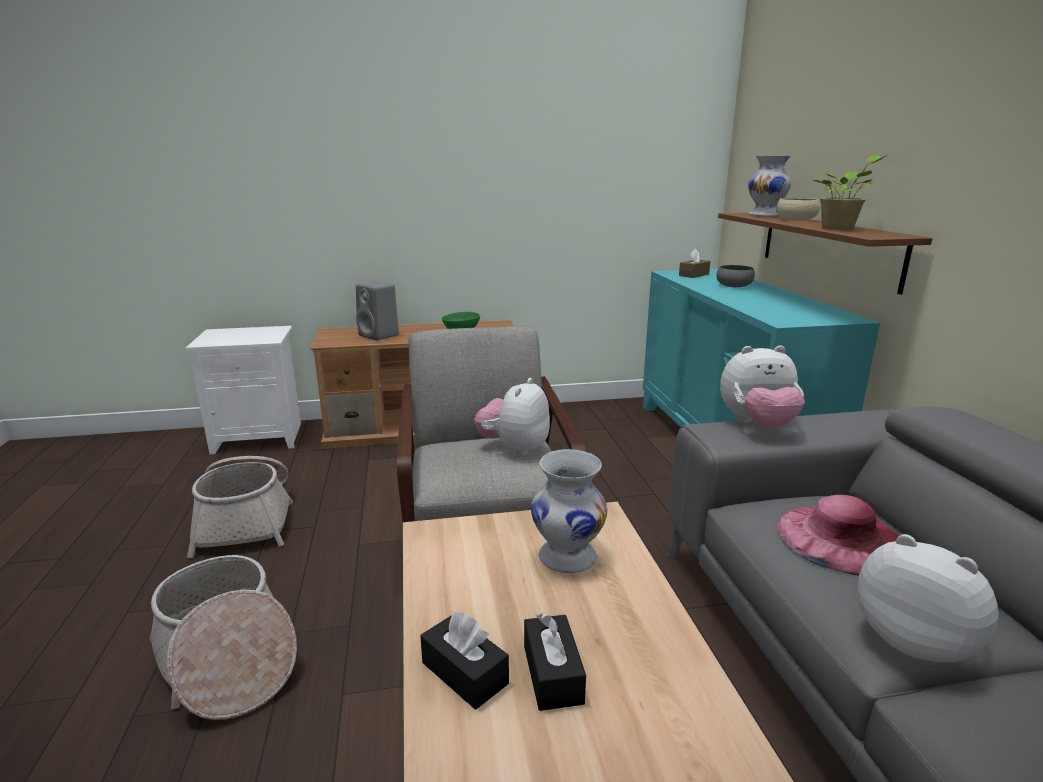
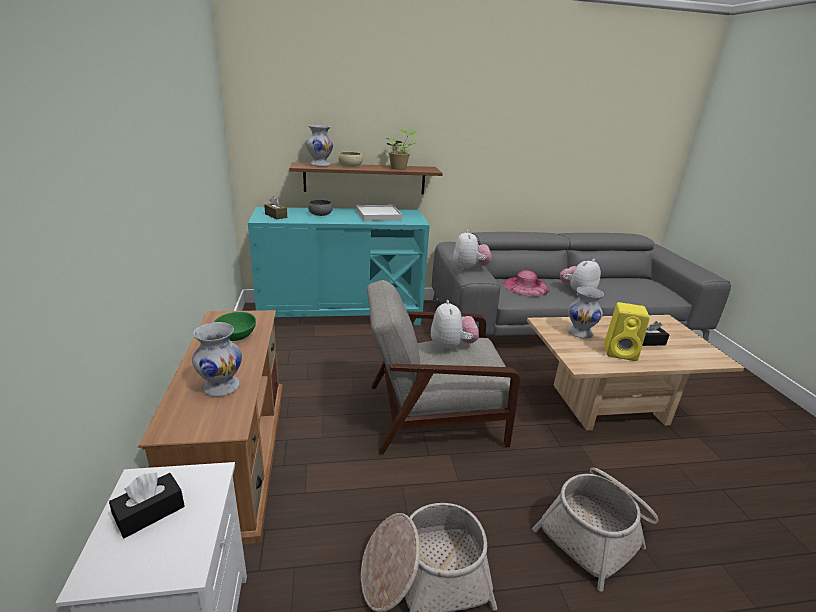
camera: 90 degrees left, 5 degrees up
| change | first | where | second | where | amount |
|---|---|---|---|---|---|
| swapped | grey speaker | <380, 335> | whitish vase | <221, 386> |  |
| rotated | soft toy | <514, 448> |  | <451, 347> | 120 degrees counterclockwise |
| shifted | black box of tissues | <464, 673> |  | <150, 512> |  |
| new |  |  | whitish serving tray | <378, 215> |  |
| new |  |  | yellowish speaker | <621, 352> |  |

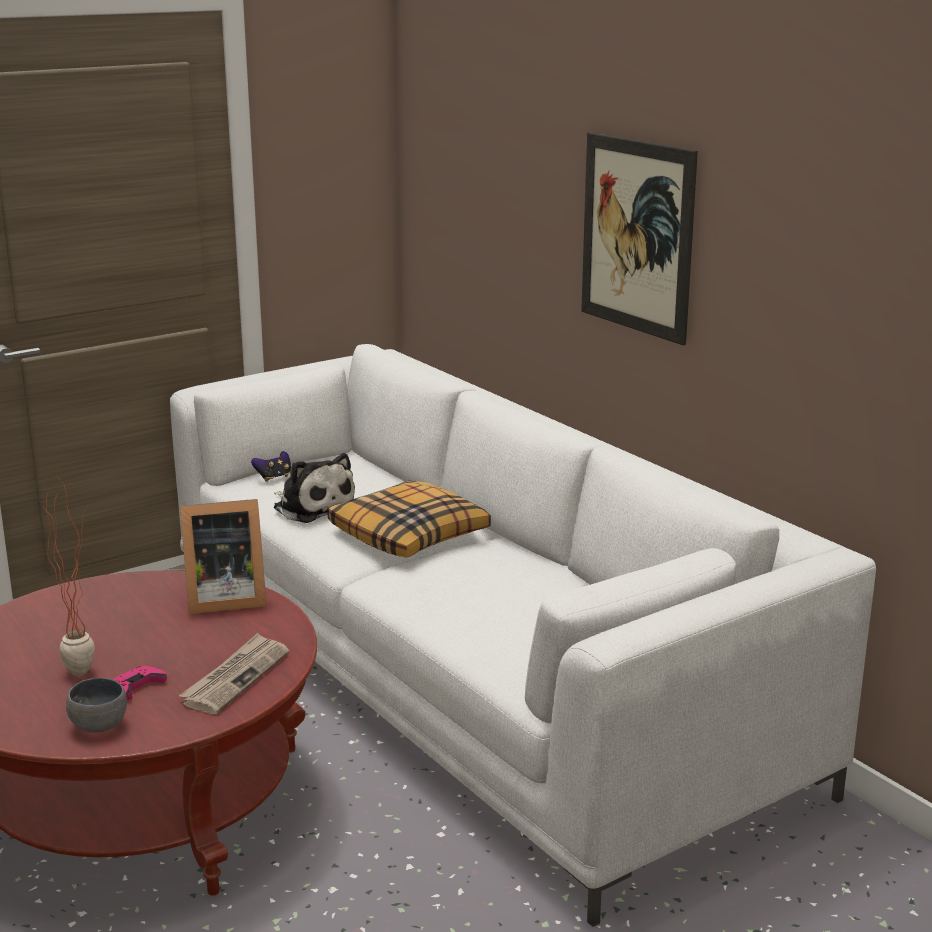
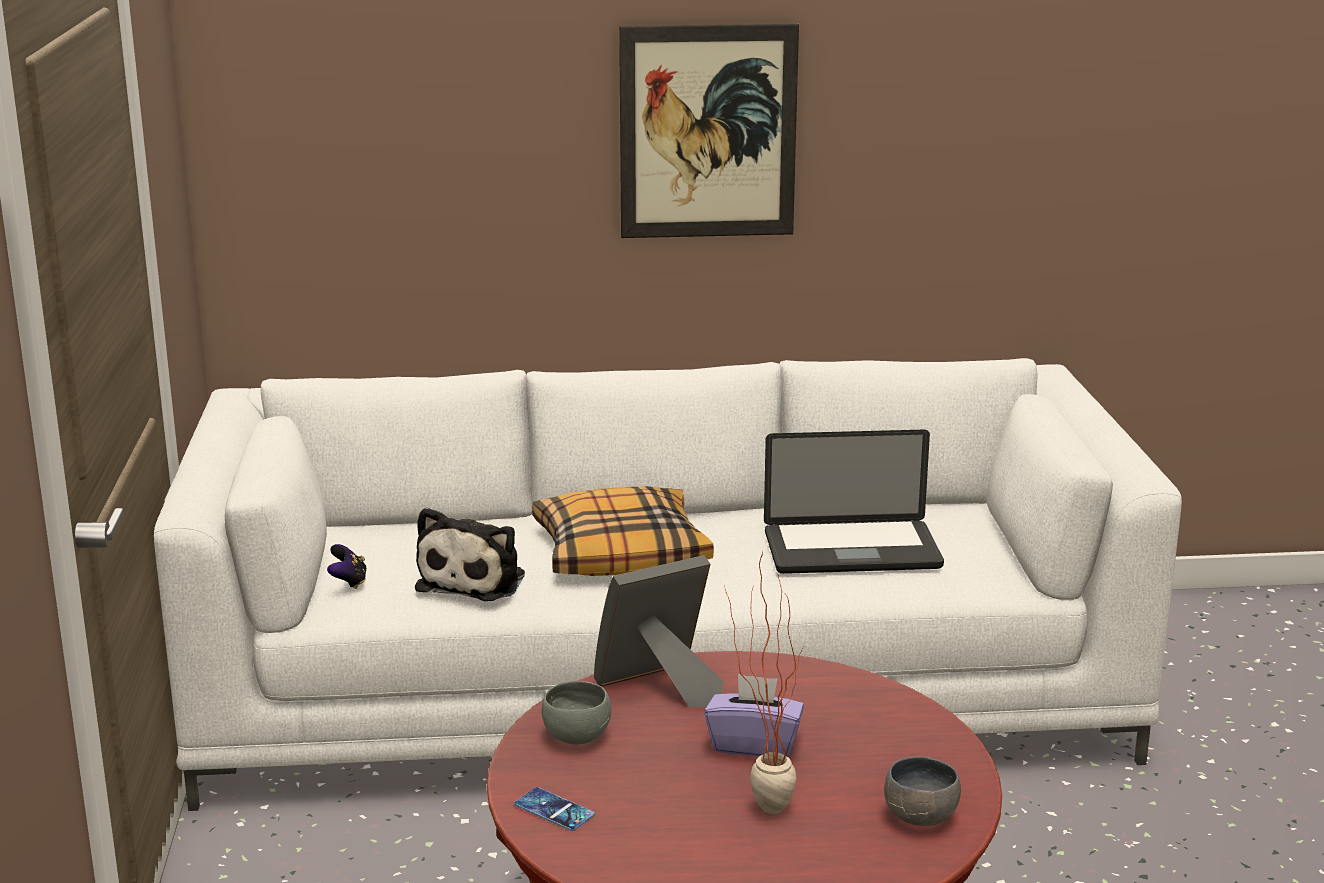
camera: 60 degrees left, 0 degrees up
| change | first | where | second | where | amount |
|---|---|---|---|---|---|
| rotated | soft toy | <312, 506> |  | <475, 580> | 120 degrees clockwise |
| rotated | picture frame | <222, 599> |  | <661, 687> | 135 degrees counterclockwise |
| gone | daily paper | <236, 677> |  |  |  |
| gone | pinkish game controller | <136, 686> |  |  |  |
| new |  |  | laptop | <852, 550> |  |
| new |  |  | purplish box of tissues | <754, 744> |  |
| new |  |  | grey deep dish | <574, 736> |  |
| new |  |  | phone | <554, 810> |  |

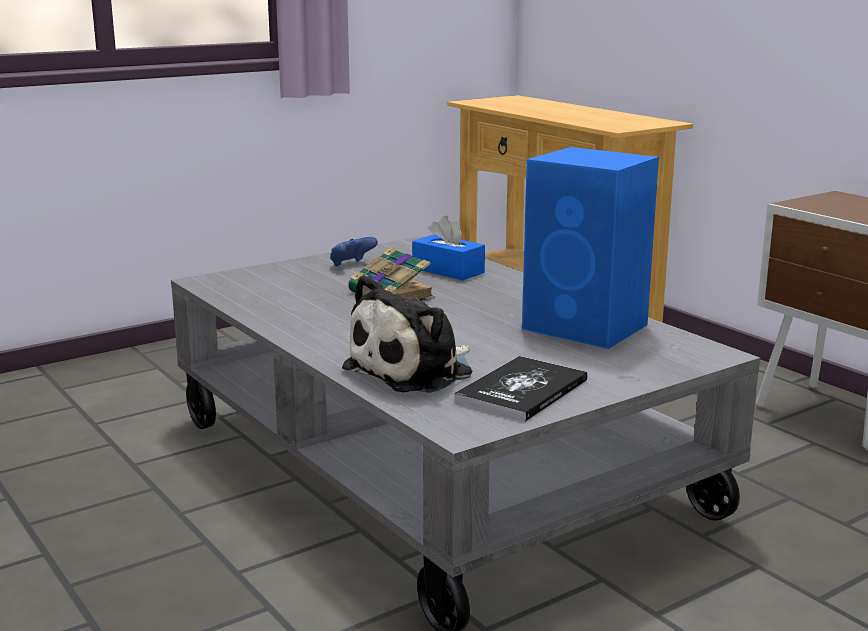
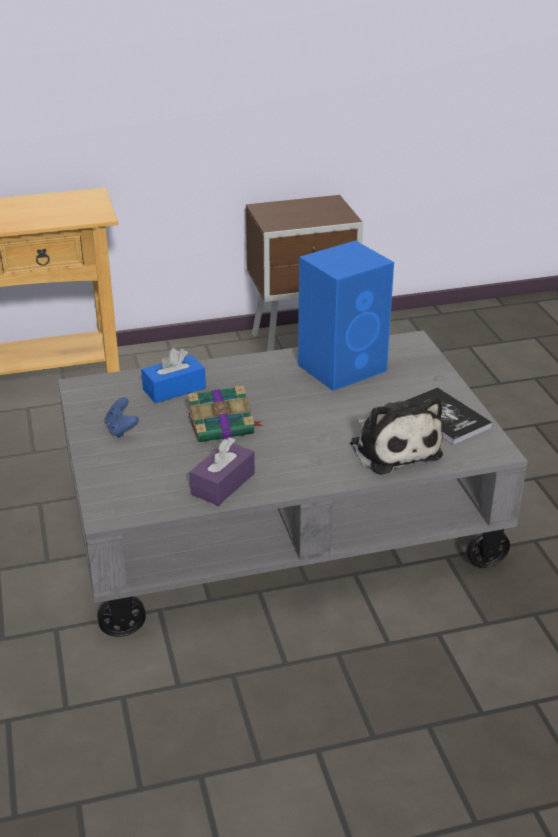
camera: 70 degrees left, 15 degrees up
| change | first | where | second | where | amount |
|---|---|---|---|---|---|
| new |  |  | purplish box of tissues | <223, 484> |  |

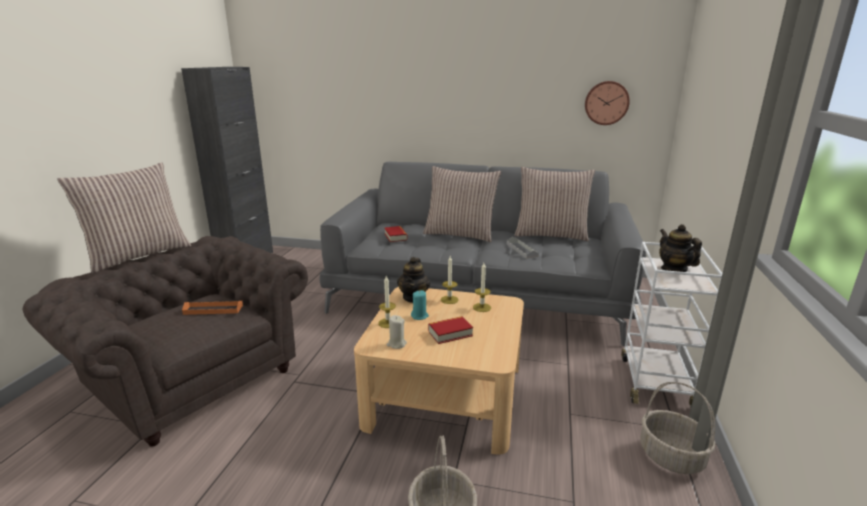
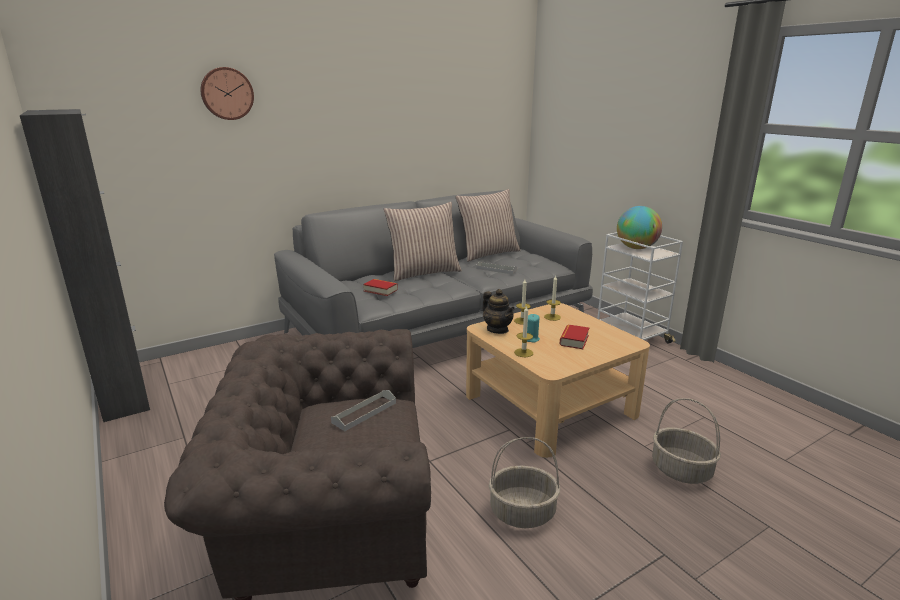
camera: 45 degrees left, 0 degrees up
| change | first | where | second | where | amount |
|---|---|---|---|---|---|
| shifted | wall clock | <606, 103> |  | <227, 93> |  |
| gone | cushion | <138, 255> |  |  |  |
| swapped | pot for tea | <674, 269> | desk globe | <636, 248> |  |
| repainted | orangey serving tray | <213, 310> | grey serving tray | <364, 412> |  |
| gone | beige-coloured wax light | <396, 344> |  |  |  |
| shifted | basket | <670, 456> |  | <522, 513> |  |

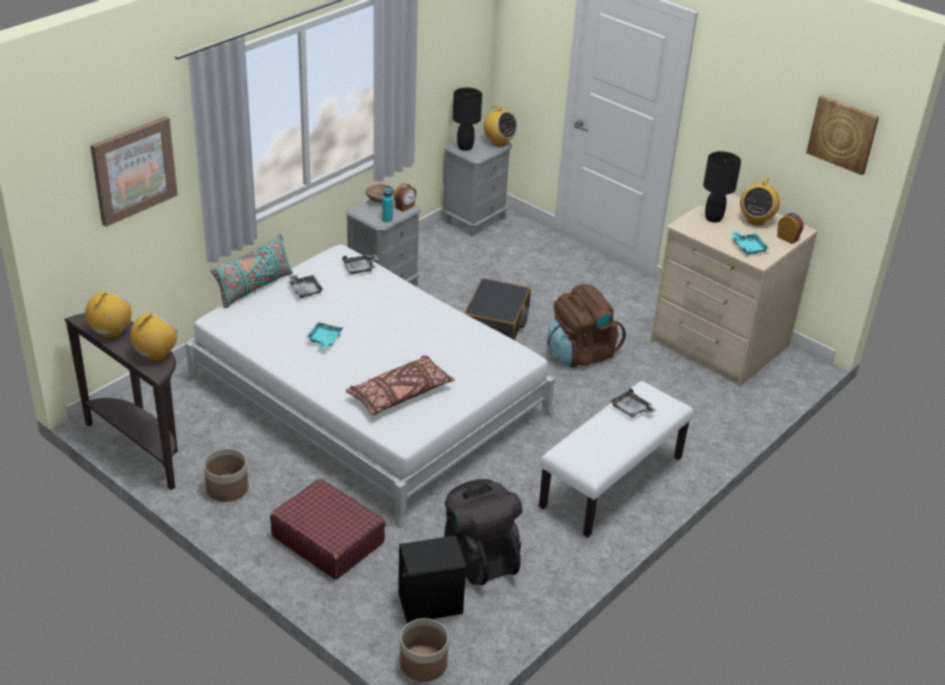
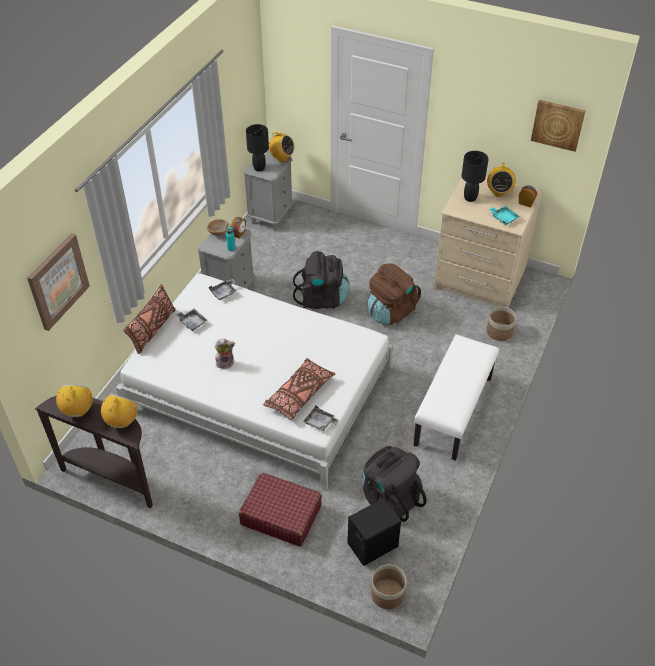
camera: 15 degrees left, 10 degrees up
| change | first | where | second | where | amount |
|---|---|---|---|---|---|
| repainted | blue-green cushion | <254, 288> | brown-coloured cushion | <152, 330> |  |
| swapped | black suitcase | <496, 320> | black rucksack | <322, 299> |  |
| swapped | blue-green serving tray | <324, 340> | soft toy | <225, 362> |  |
| shifted | grey serving tray | <631, 409> |  | <320, 422> |  |
| shifted | planter | <227, 489> |  | <499, 332> |  |

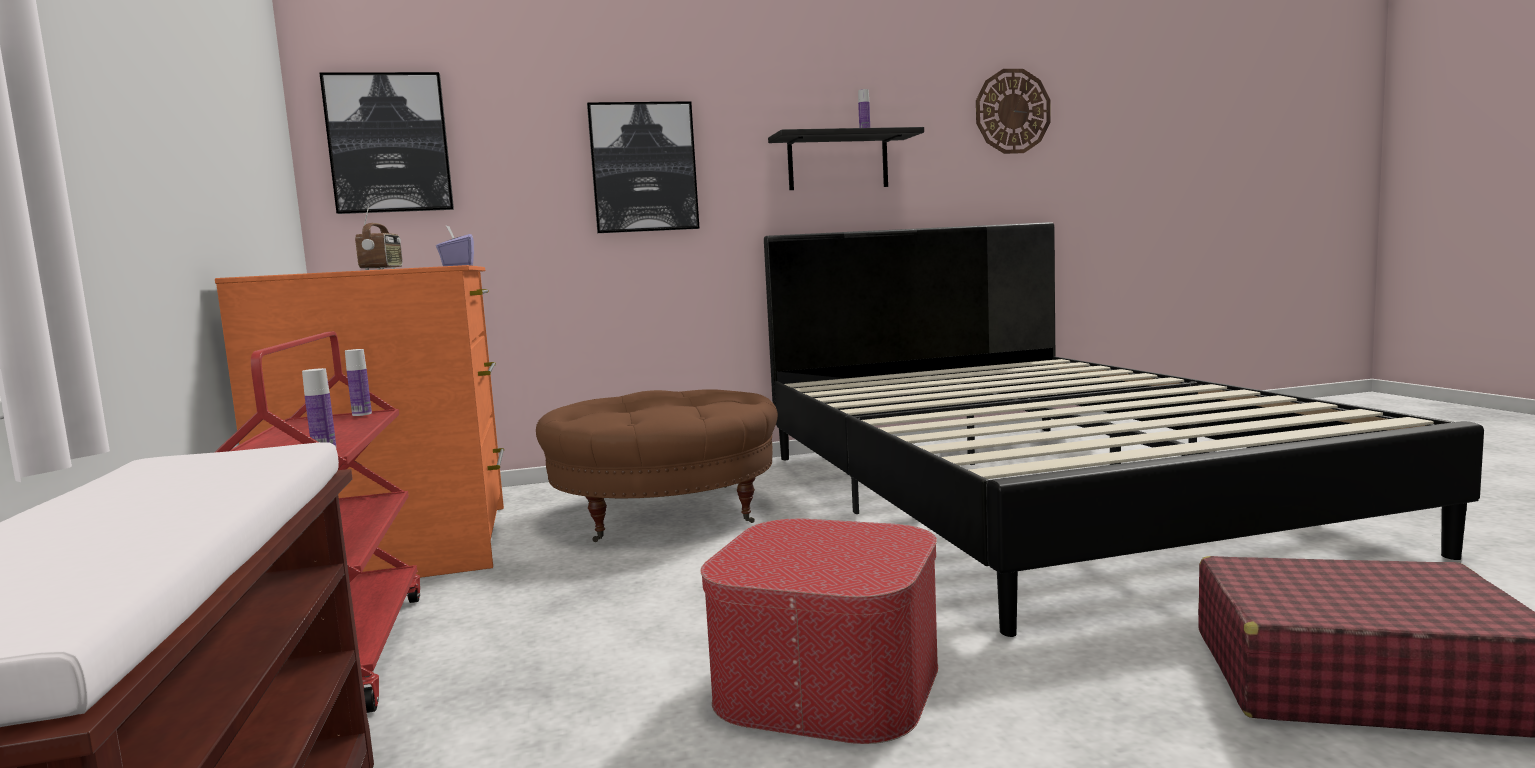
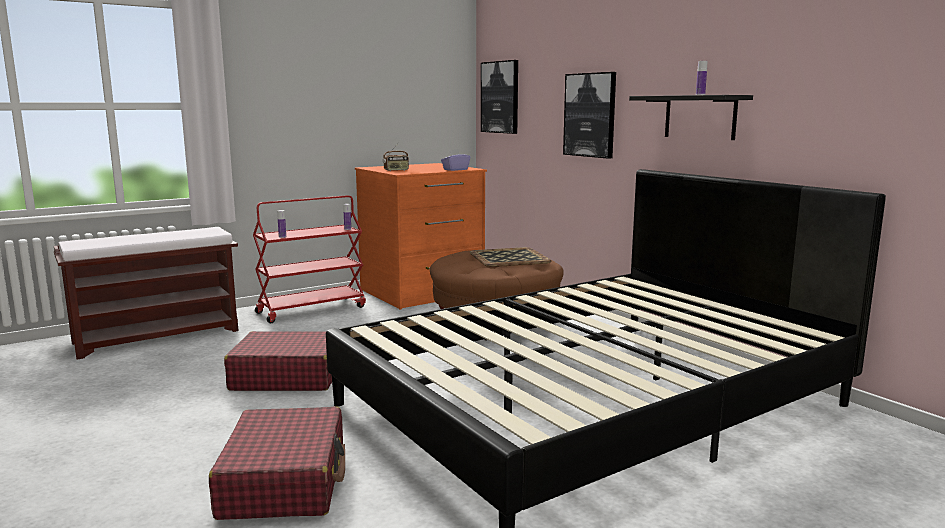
camera: 70 degrees right, 5 degrees up
| change | first | where | second | where | amount |
|---|---|---|---|---|---|
| gone | wall clock | <1012, 111> |  |  |  |
| swapped | pouffe | <828, 682> | red suitcase | <287, 376> |  |
| new |  |  | serving tray | <509, 258> |  |

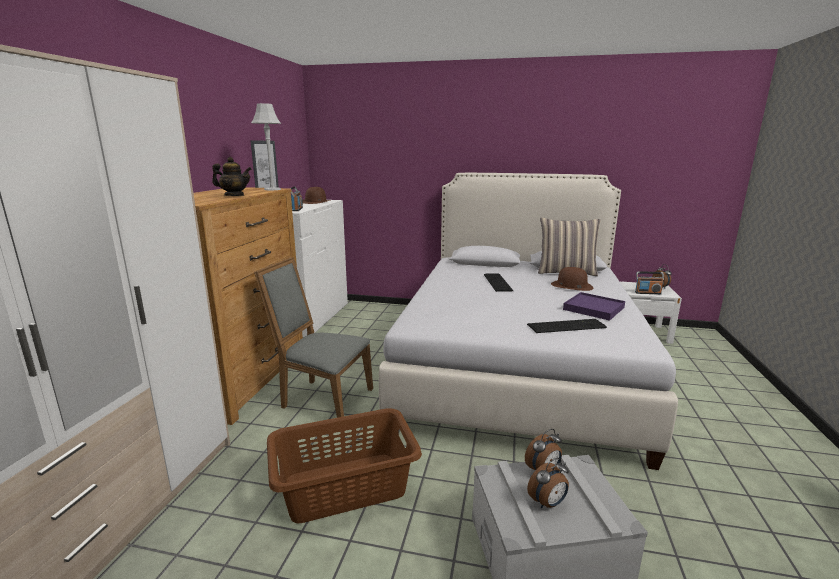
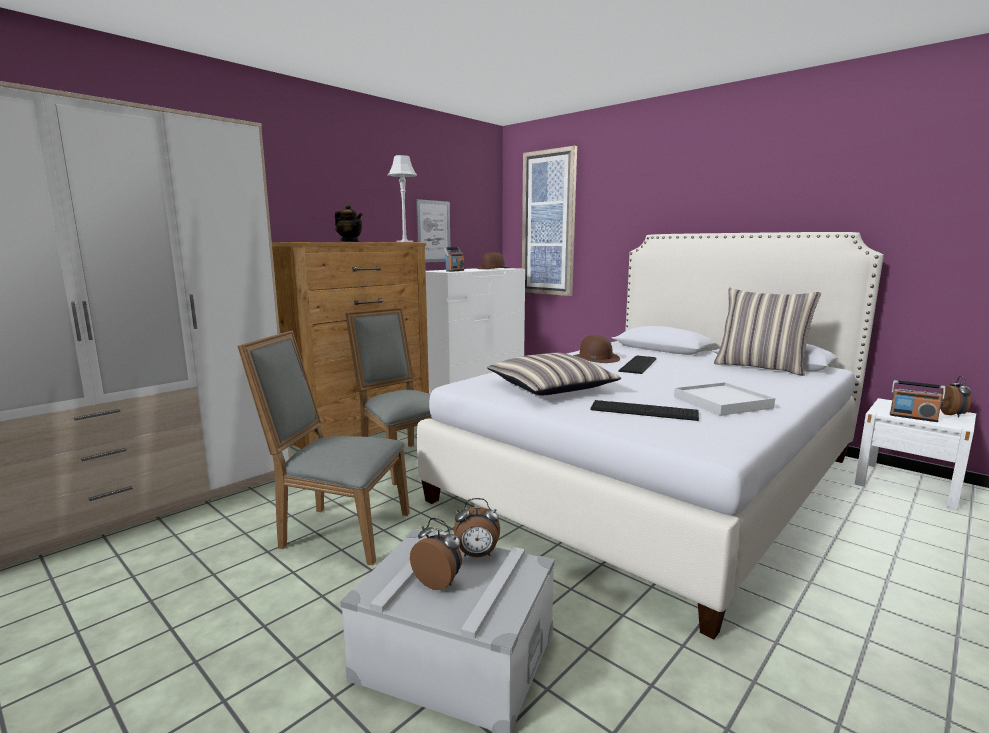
camera: 30 degrees right, 5 degrees down
| change | first | where | second | where | amount |
|---|---|---|---|---|---|
| shifted | brown-coloured wearable hat | <571, 285> |  | <595, 358> |  |
| repainted | purplish serving tray | <594, 308> | whitish serving tray | <722, 402> |  |
| swapped | brown-coloured hamper | <344, 486> | grey plain chair | <338, 531> |  |
| rotated | alarm clock | <548, 503> |  | <438, 582> | 150 degrees counterclockwise |
| new |  |  | wall art | <549, 224> |  |
| new |  |  | cushion | <551, 388> |  |

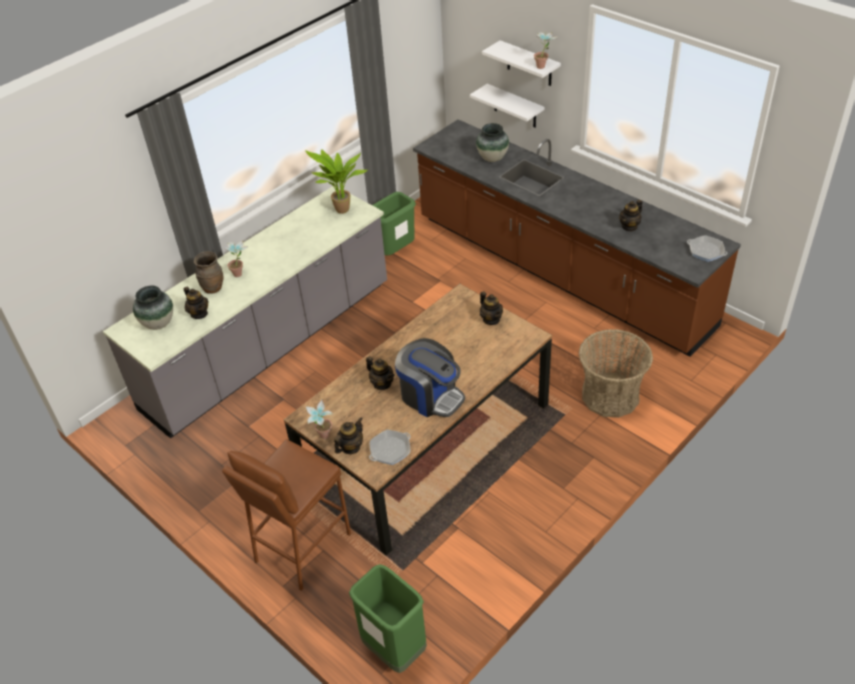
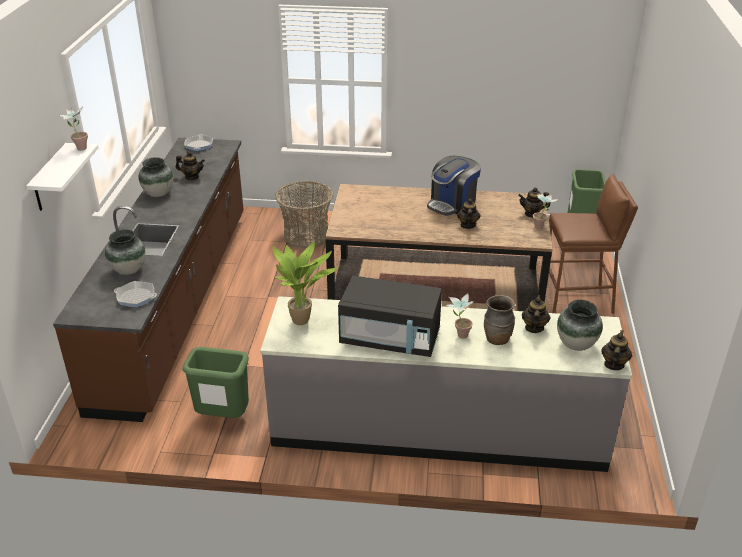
camera: 130 degrees left, 10 degrees down
| change | first | where | second | where | amount |
|---|---|---|---|---|---|
| gone | whitish shelf | <515, 106> |  |  |  |
| shifted | pot for tea | <491, 319> |  | <613, 364> |  |
| rotated | coffee maker | <430, 396> |  | <452, 204> | 135 degrees counterclockwise |
| shifted | frying pan | <390, 450> |  | <136, 297> |  |
| new |  |  | vase | <158, 194> |  |
| new |  |  | black kitchen microwave | <390, 339> |  |

